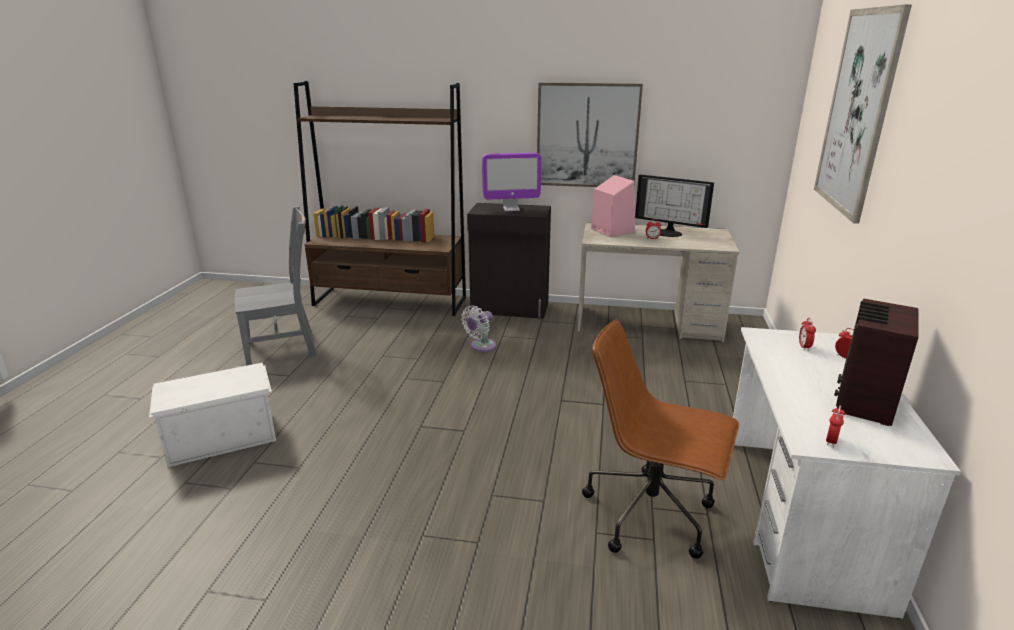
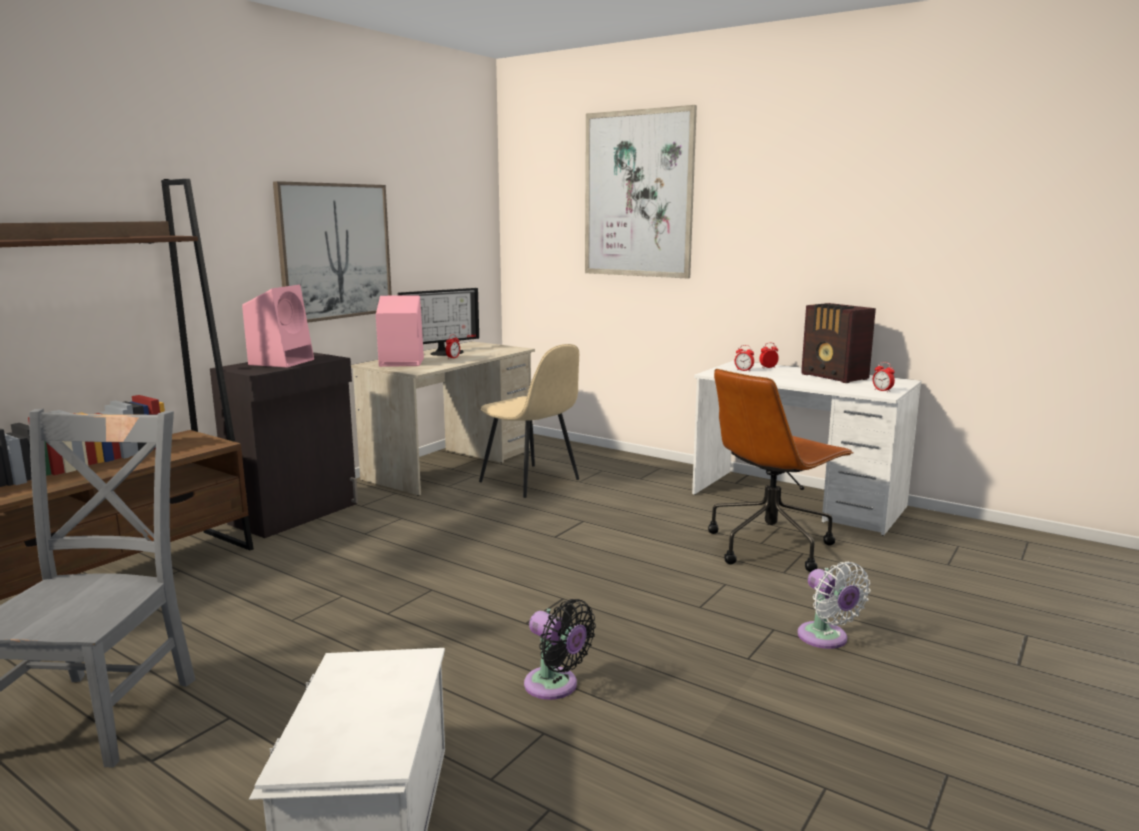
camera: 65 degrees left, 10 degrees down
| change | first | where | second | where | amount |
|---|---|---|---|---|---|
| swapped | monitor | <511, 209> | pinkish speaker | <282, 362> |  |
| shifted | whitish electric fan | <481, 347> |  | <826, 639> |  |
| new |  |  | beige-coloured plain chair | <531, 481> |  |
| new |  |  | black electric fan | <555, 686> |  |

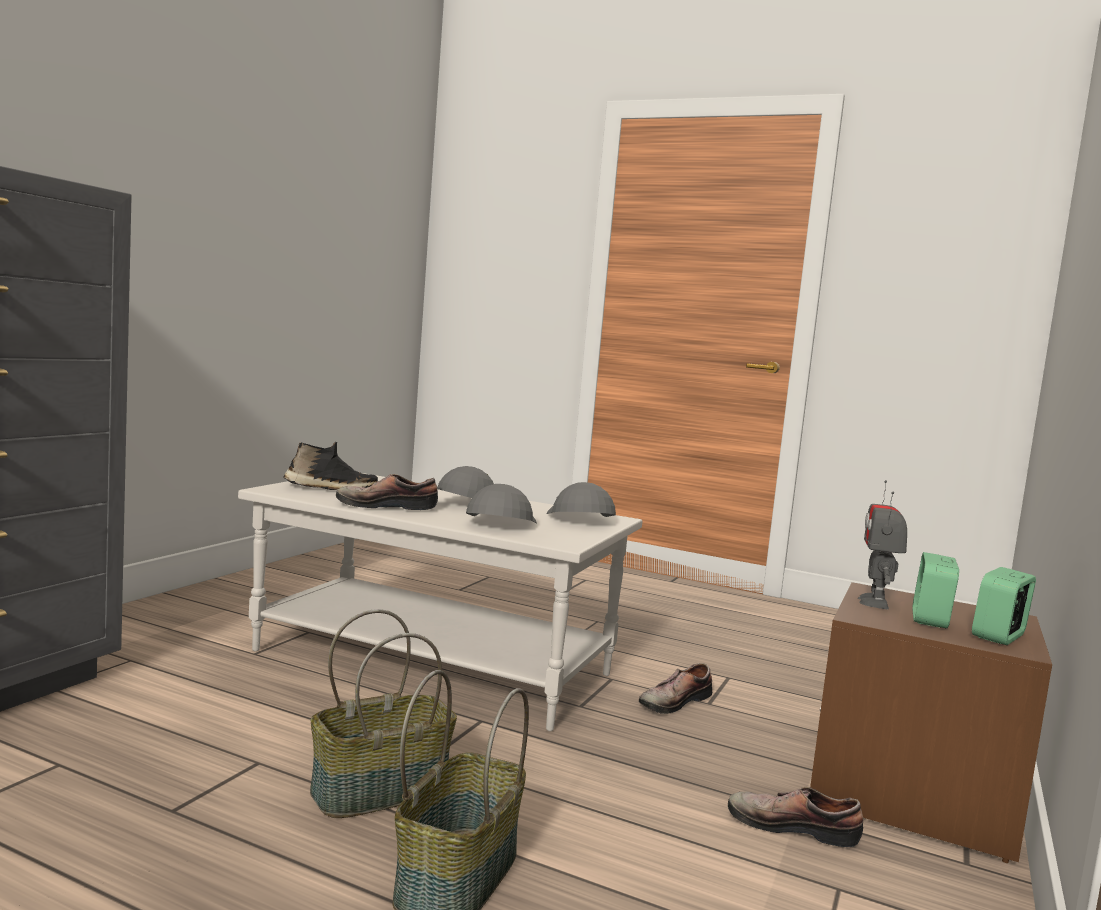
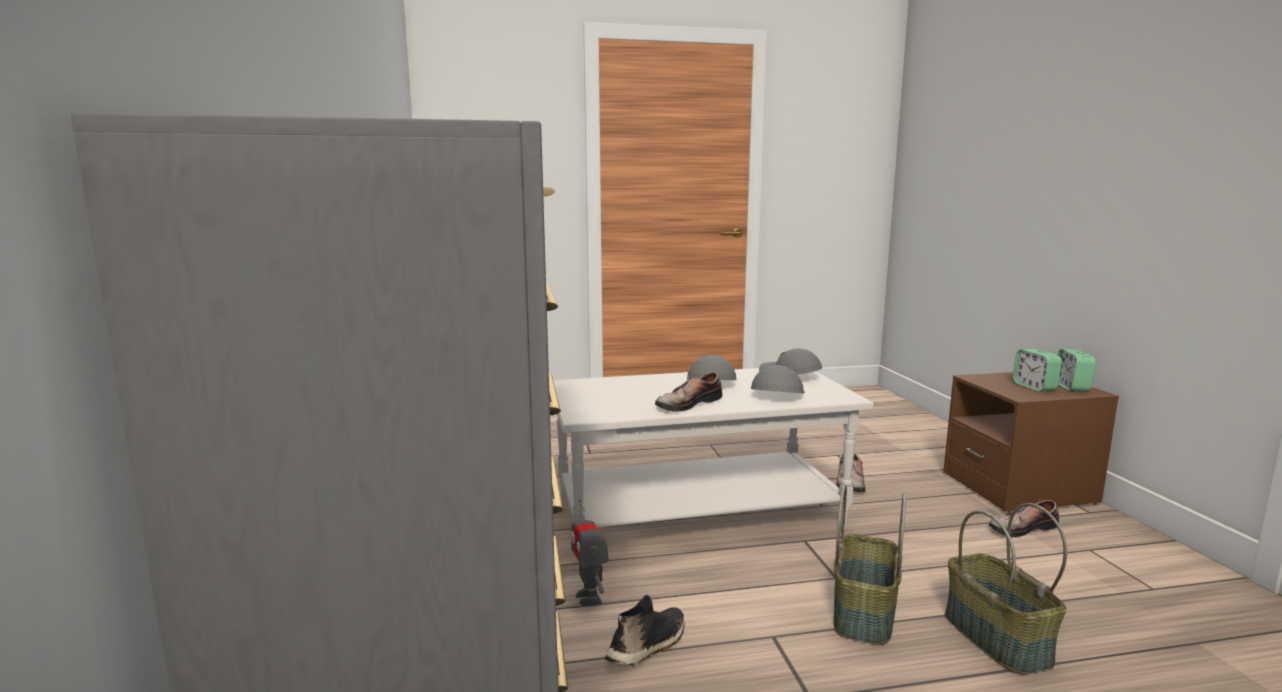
camera: 35 degrees left, 5 degrees up
| change | first | where | second | where | amount |
|---|---|---|---|---|---|
| shifted | black shoe | <330, 488> |  | <649, 646> |  |
| shifted | robot figure | <875, 602> |  | <589, 597> |  |
| rotated | grey cap | <499, 523> |  | <776, 394> | 45 degrees clockwise |

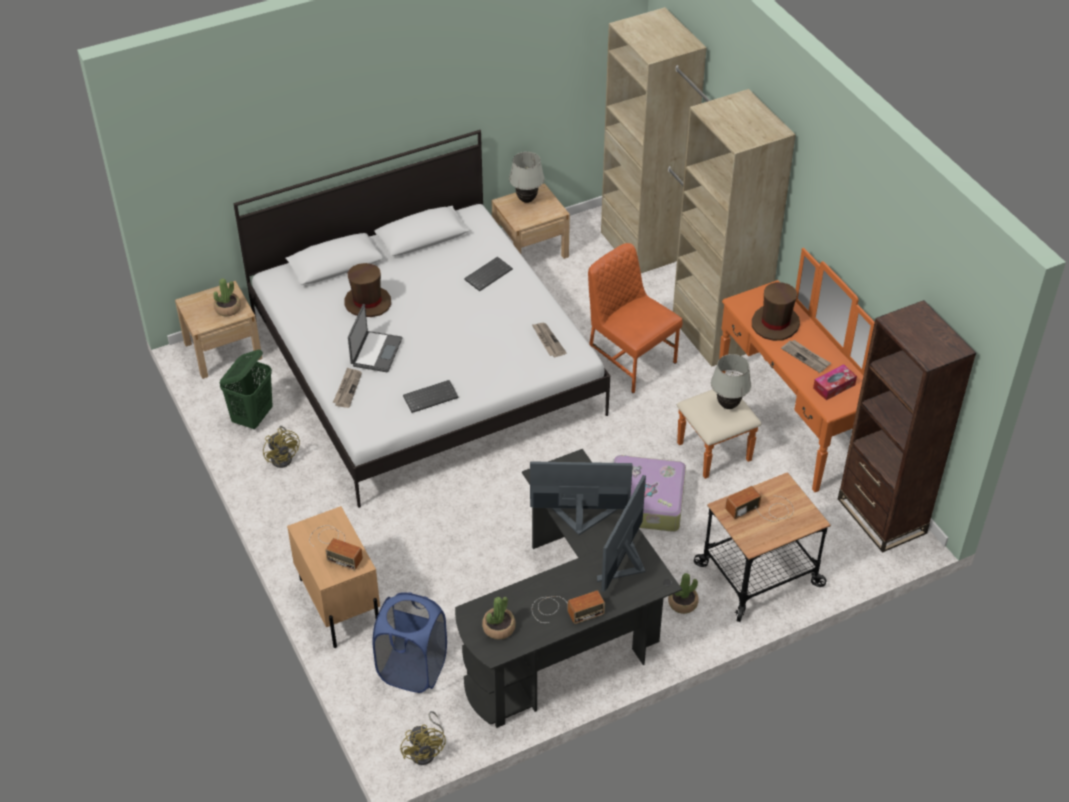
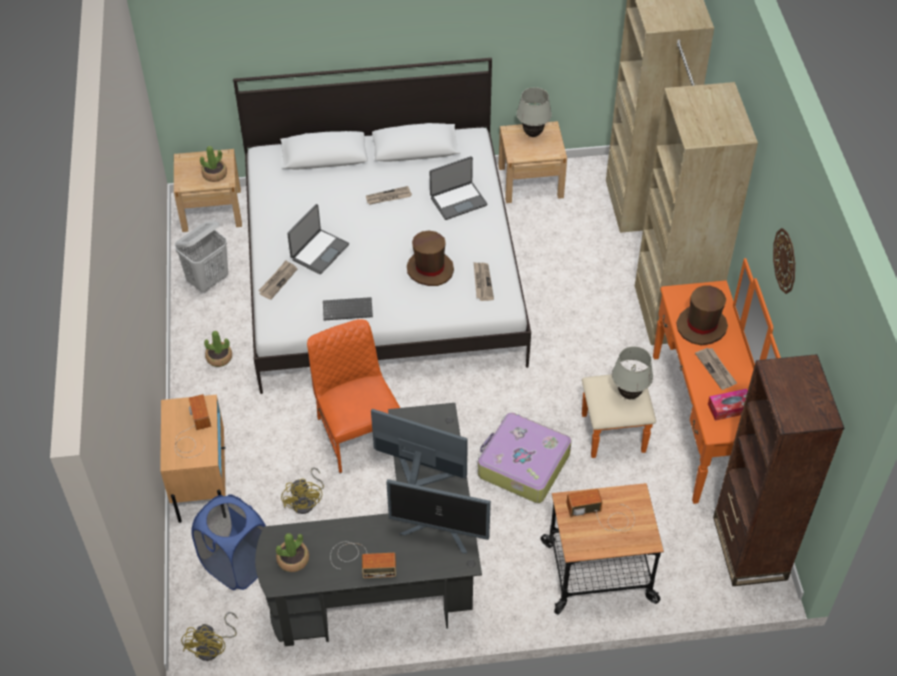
camera: 20 degrees right, 5 degrees up
| change | first | where | second | where | amount |
|---|---|---|---|---|---|
| shifted | orangey plain chair | <629, 359> |  | <357, 433> |  |
| swapped | PC keyboard | <488, 274> | laptop | <458, 200> |  |
| shifted | brown-coloured wearable hat | <367, 302> |  | <430, 269> |  |
| repainted | green-coloured hamper | <253, 417> | whitish hamper | <208, 280> |  |
| shifted | yellowish electric fan | <284, 456> |  | <306, 501> |  |
| rotated | monitor | <625, 564> |  | <439, 532> | 120 degrees counterclockwise |
| rotated | radio receiver | <335, 546> |  | <193, 433> | 150 degrees counterclockwise |
| shifted | potted plant | <682, 603> |  | <219, 358> |  |
| new |  |  | daily paper | <388, 197> |  |
| new |  |  | wall clock | <785, 260> |  |

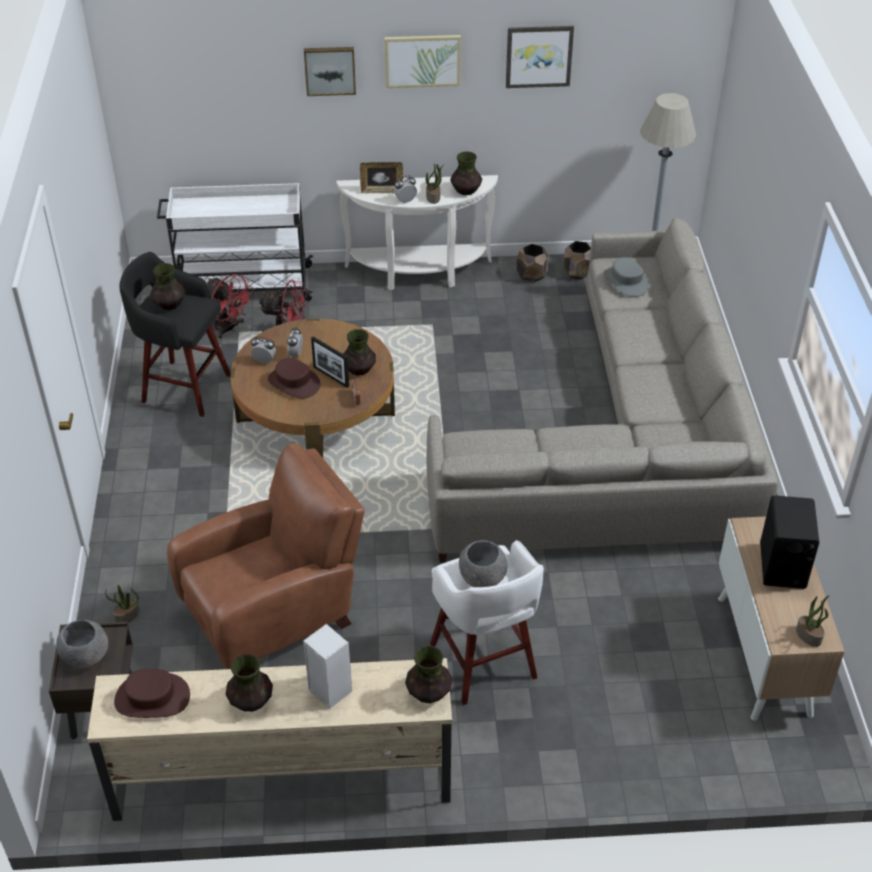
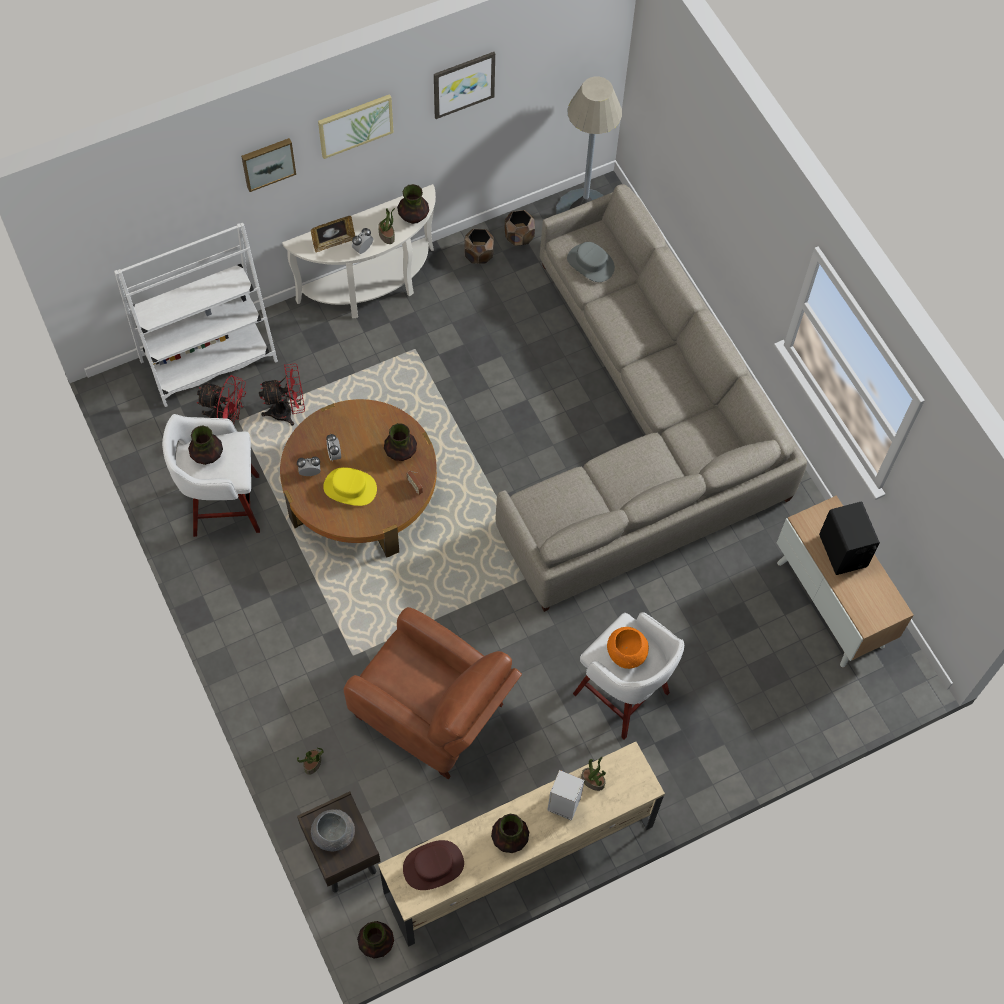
camera: 25 degrees left, 20 degrees up
| change | first | where | second | where | amount |
|---|---|---|---|---|---|
| swapped | whitish cart | <241, 285> | whitish shelving unit | <209, 361> |  |
| repainted | black stool seat | <184, 387> | whitish stool seat | <223, 505> |  |
| gone | picture frame | <331, 376> |  |  |  |
| repainted | brown-coloured wearable hat | <293, 382> | yellowish wearable hat | <350, 488> |  |
| rotated | brown-coloured armchair | <274, 613> |  | <433, 713> | 90 degrees clockwise |
| repainted | grey deep dish | <482, 577> | orangey deep dish | <626, 654> |  |
| shifted | potted plant | <809, 636> |  | <593, 781> |  |
| shifted | vase | <428, 693> |  | <376, 942> |  |

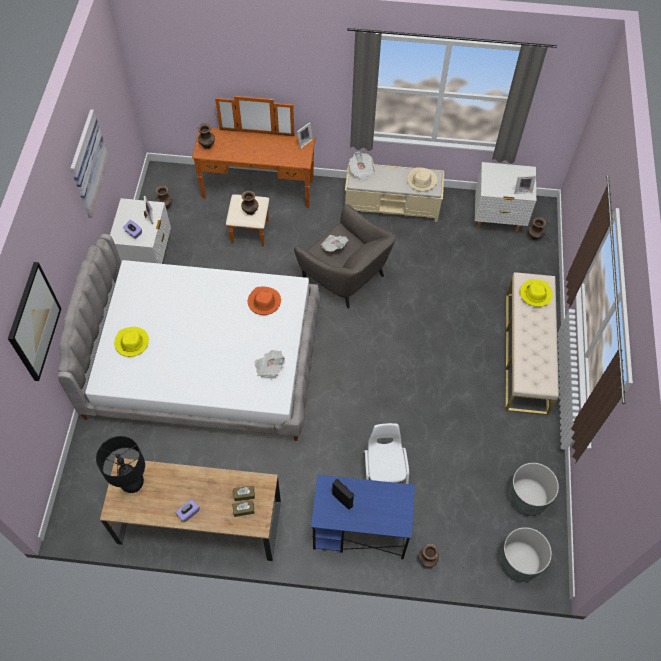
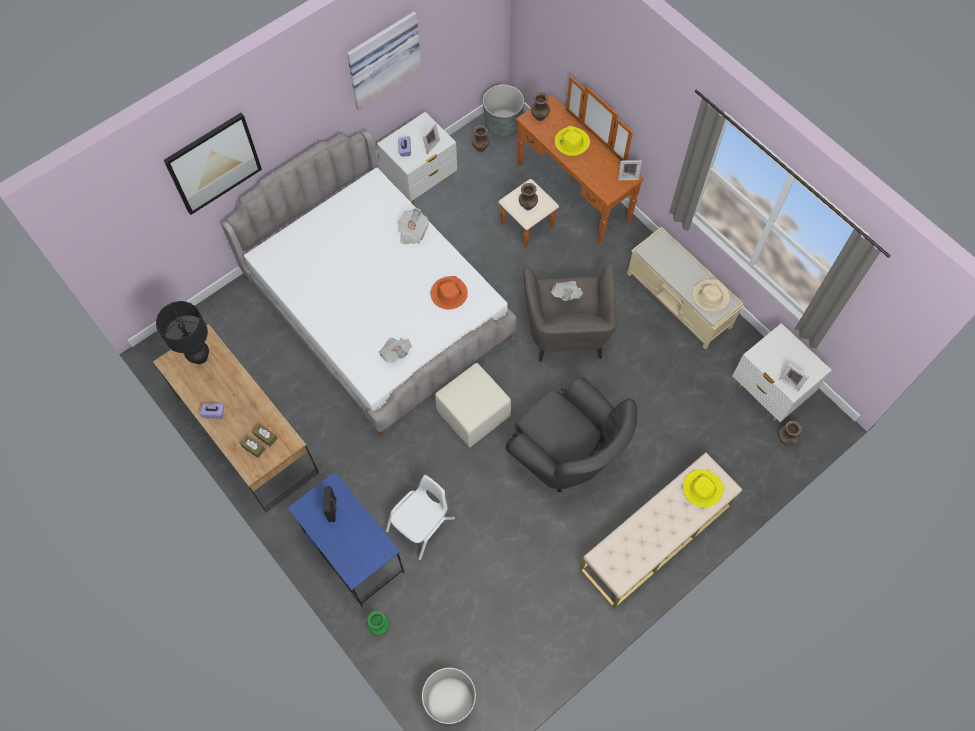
camera: 45 degrees right, 5 degrees up
| change | first | where | second | where | amount |
|---|---|---|---|---|---|
| shifted | daily paper | <362, 172> |  | <412, 232> |  |
| shifted | yellowish wearable hat | <131, 343> |  | <571, 143> |  |
| shifted | grey planter | <527, 497> |  | <503, 124> |  |
| repainted | brown-coloured vase | <427, 560> | green-coloured vase | <379, 626> |  |
| new |  |  | beige-coloured pouffe | <473, 413> |  |
| new |  |  | grey armchair | <566, 455> |  |

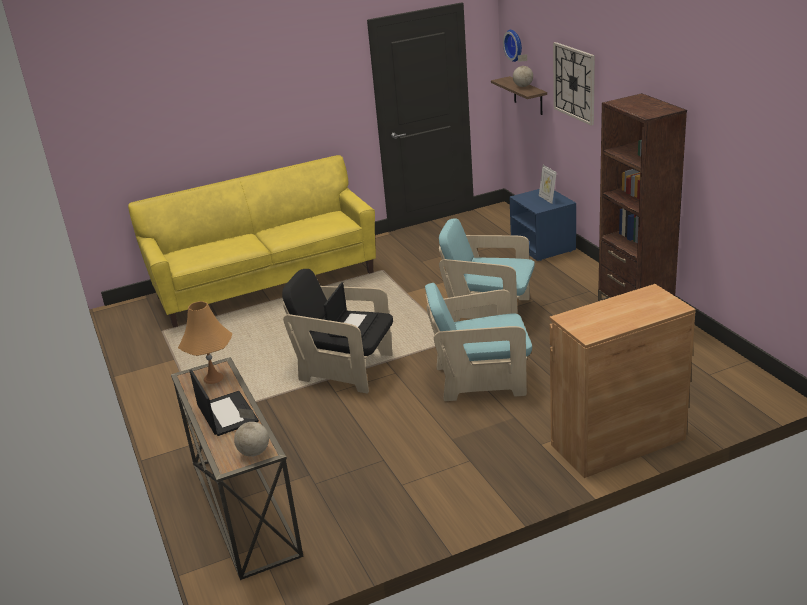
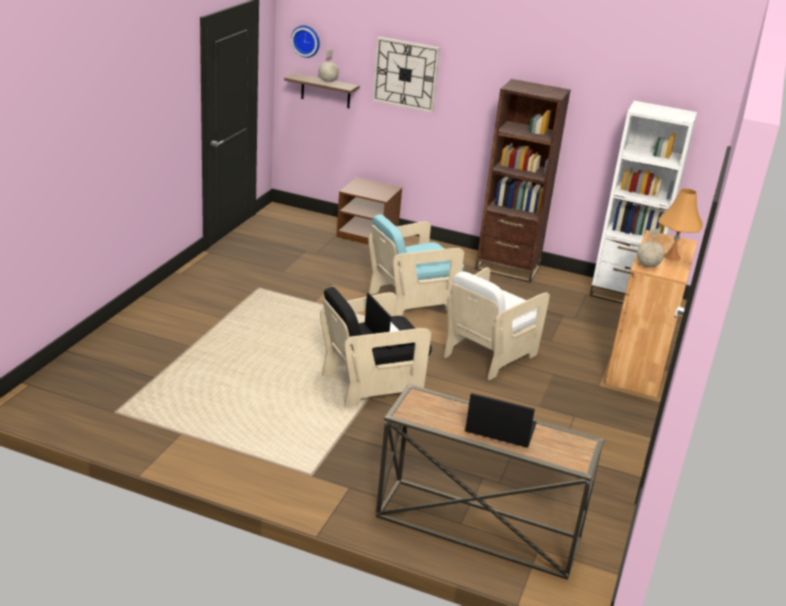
camera: 50 degrees left, 0 degrees up
| change | first | where | second | where | amount |
|---|---|---|---|---|---|
| gone | yellowish couch | <265, 284> |  |  |  |
| gone | picture frame | <547, 199> |  |  |  |
| repainted | blue-coloured night table | <543, 246> | brown-coloured night table | <368, 235> |  |
| repainted | blue-green armchair | <481, 380> | whitish armchair | <488, 354> |  |
| shifted | orangey lamp for a table | <213, 378> |  | <672, 257> |  |
| shifted | desk globe | <254, 453> |  | <648, 266> |  |
| new |  |  | whitish shelving unit | <622, 294> |  |

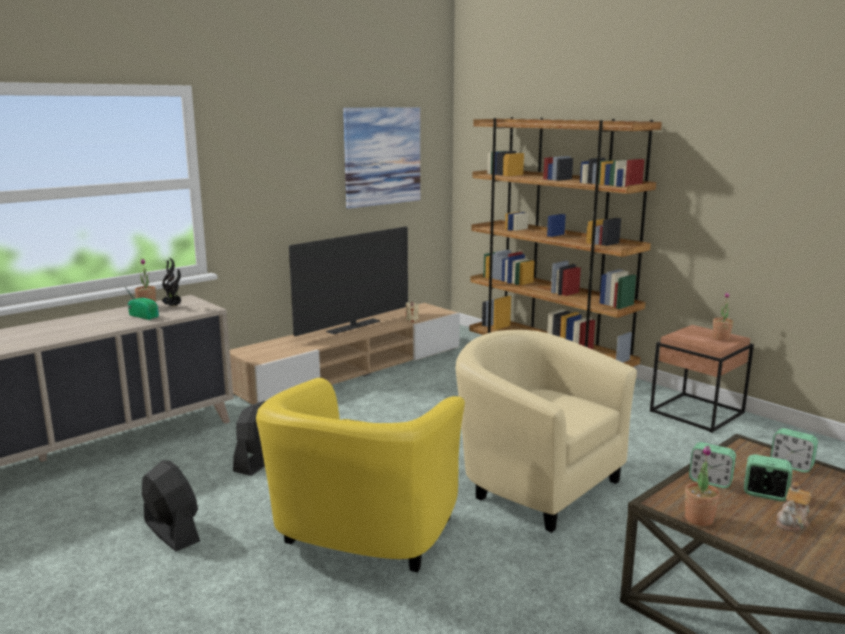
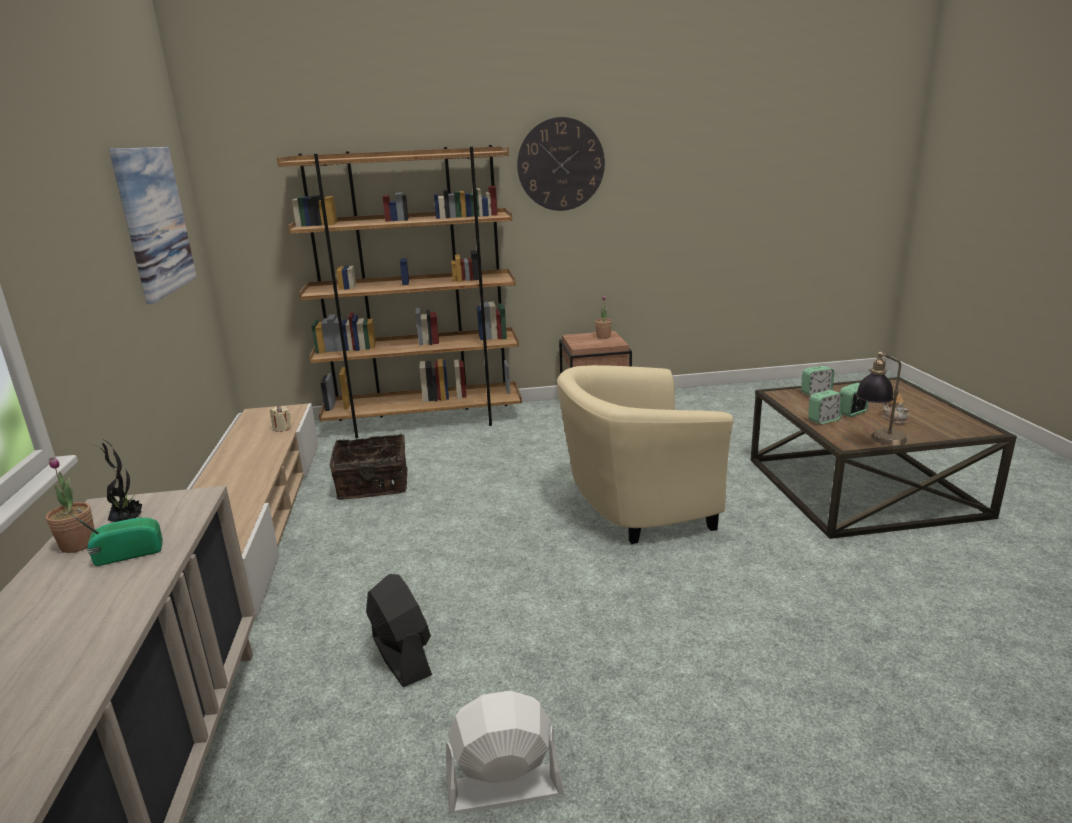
camera: 55 degrees left, 5 degrees up
| change | first | where | second | where | amount |
|---|---|---|---|---|---|
| gone | TV | <353, 327> |  |  |  |
| gone | yellowish armchair | <361, 540> |  |  |  |
| swapped | potted plant | <699, 519> | lamp for a table | <878, 441> |  |
| repainted | black electric fan | <171, 531> | whitish electric fan | <504, 788> |  |
| new |  |  | wall clock | <560, 164> |  |
| new |  |  | basket | <373, 486> |  |

